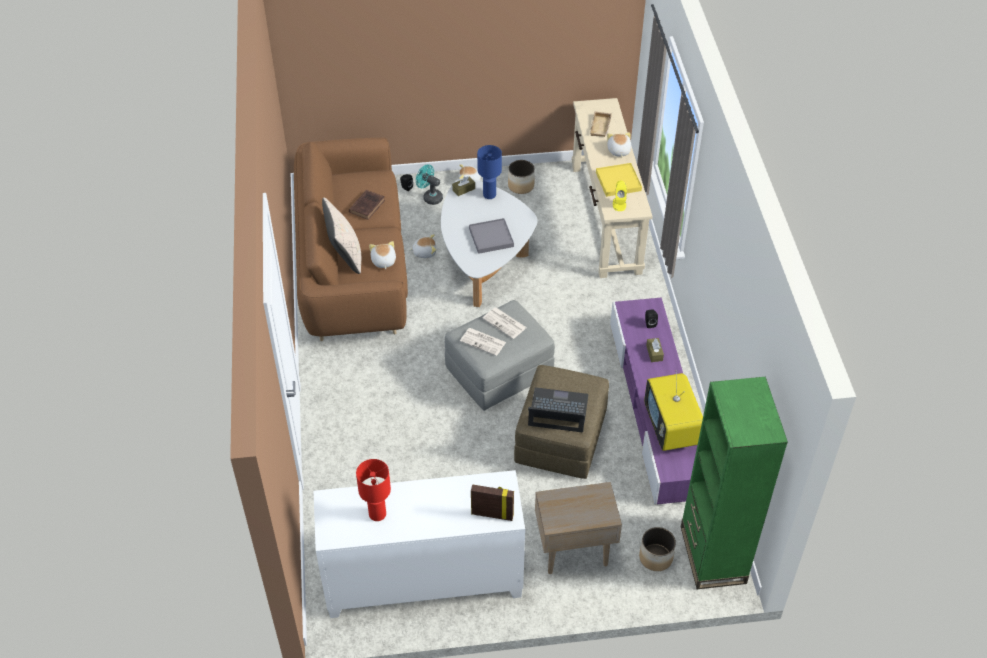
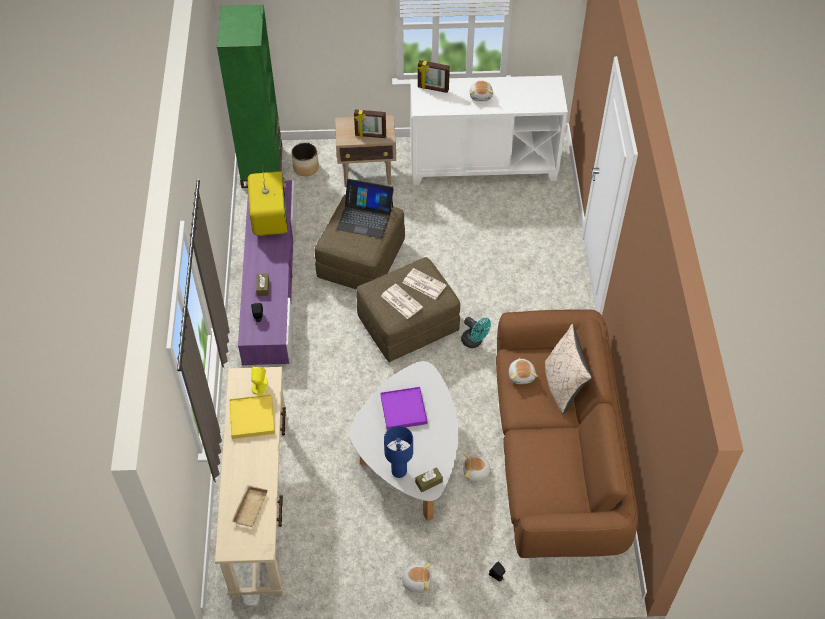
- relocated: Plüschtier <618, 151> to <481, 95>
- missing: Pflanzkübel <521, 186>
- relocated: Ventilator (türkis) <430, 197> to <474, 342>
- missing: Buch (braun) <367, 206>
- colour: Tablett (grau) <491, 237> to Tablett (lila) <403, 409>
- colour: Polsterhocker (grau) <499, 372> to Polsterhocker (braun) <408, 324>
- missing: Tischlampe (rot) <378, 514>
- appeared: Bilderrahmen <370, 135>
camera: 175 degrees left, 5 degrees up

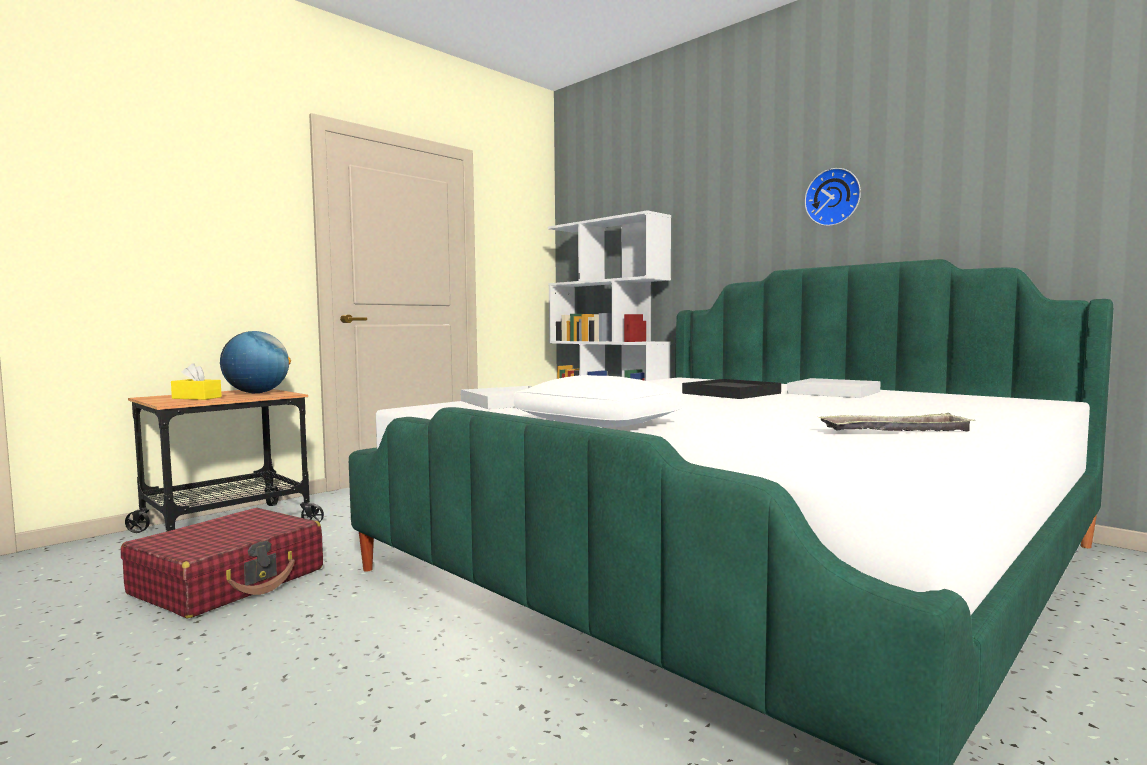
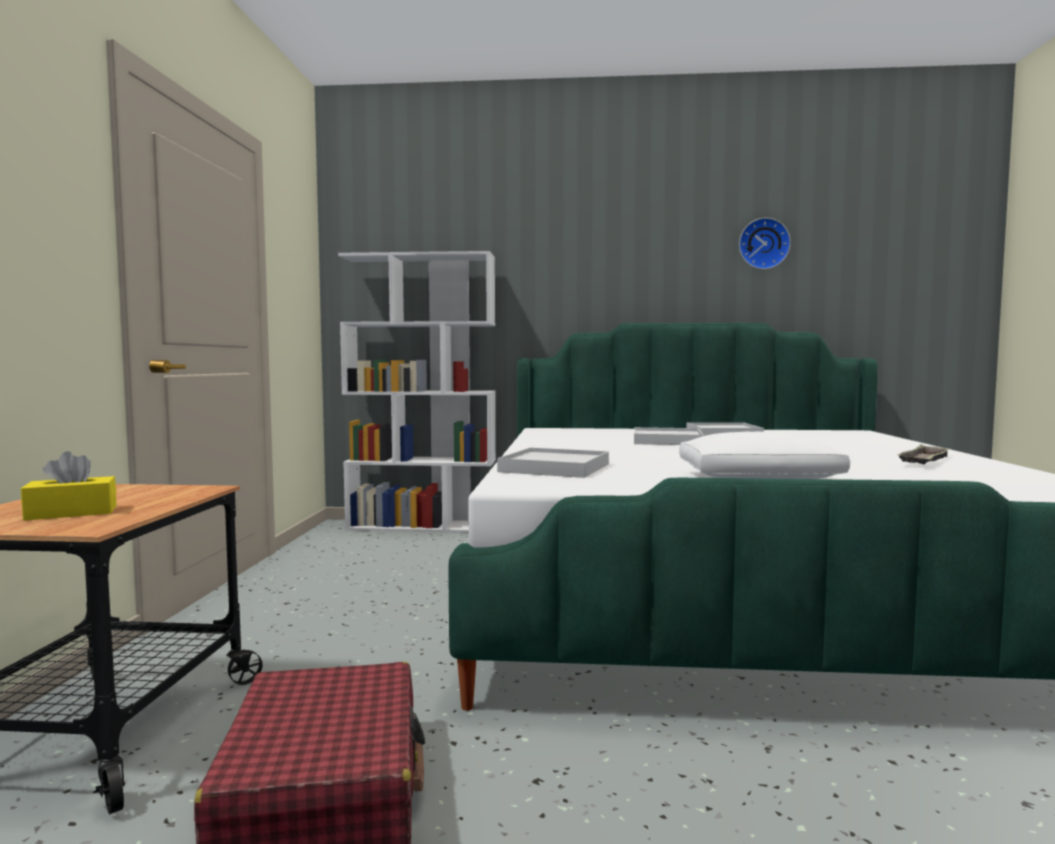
- relocated: Wanduhr <833, 197> to <763, 244>
- missing: Globus <257, 393>
- colour: Tablett (schwarz) <731, 393> to Tablett (weiß) <667, 441>
camera: 40 degrees left, 0 degrees up

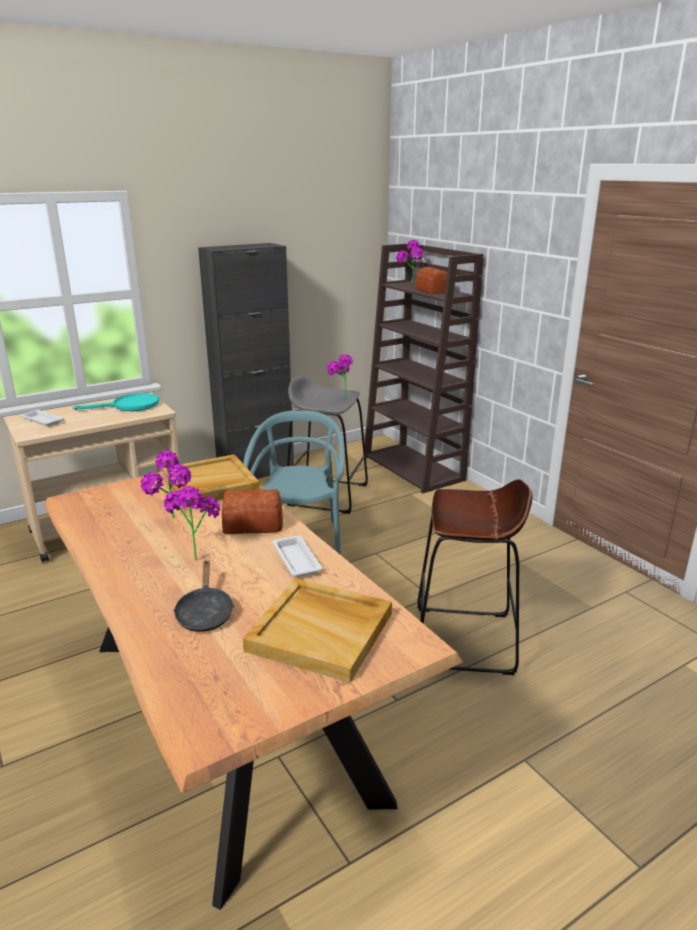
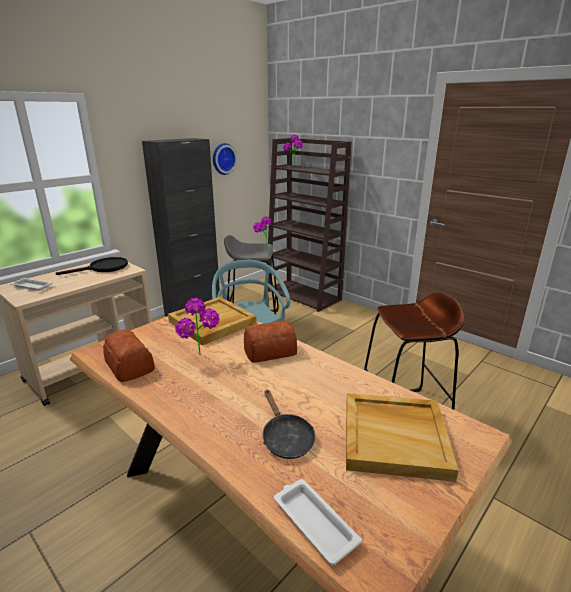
- relocated: Brot <432, 291> to <129, 366>
- colour: Pfanne (türkis) <129, 406> to Pfanne (schwarz) <103, 268>
- missing: Topfpflanze <195, 555>
- relocated: Tablett (weiß) <296, 559> to <313, 522>
- appeared: Wanduhr <223, 159>
camera: 15 degrees left, 0 degrees up

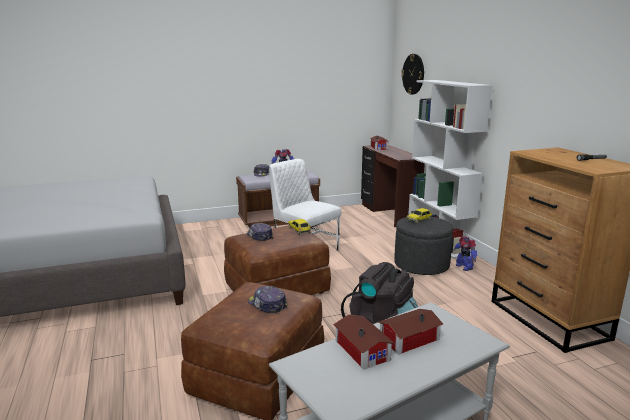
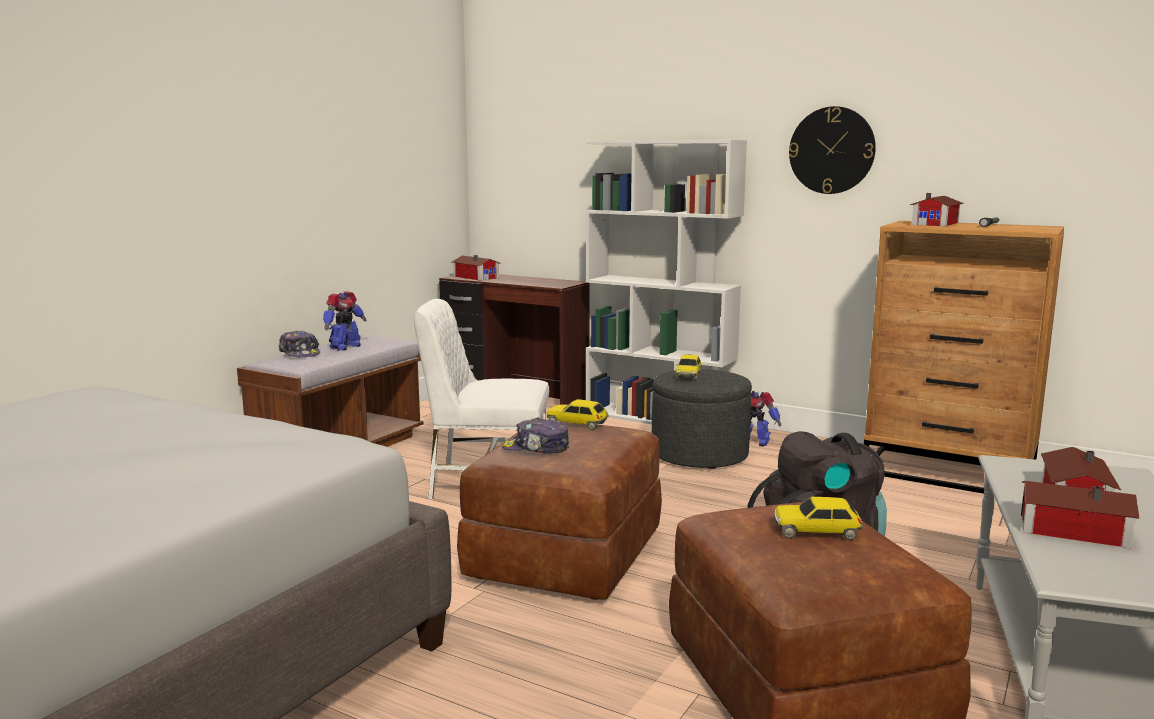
- relocated: Wanduhr <413, 74> to <831, 150>
- exchanged: Kappe <267, 305> to Spielzeugauto <817, 532>
- appeared: Spielzeughaus <937, 223>
camera: 40 degrees left, 5 degrees down

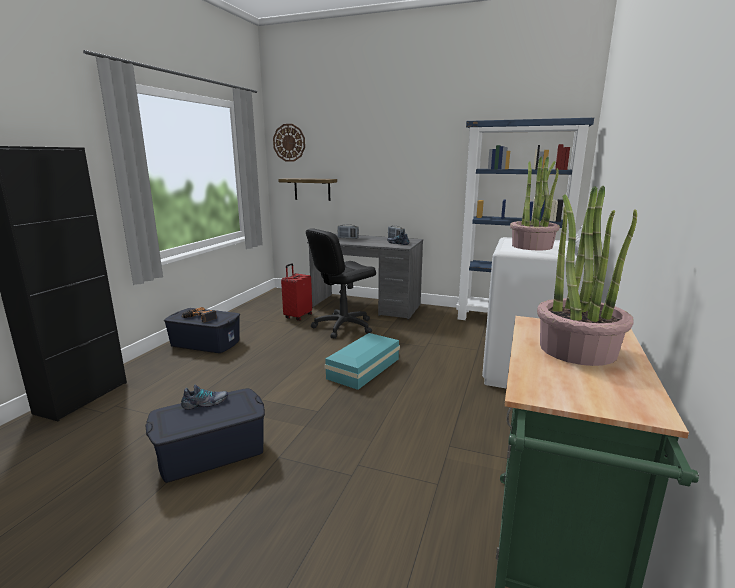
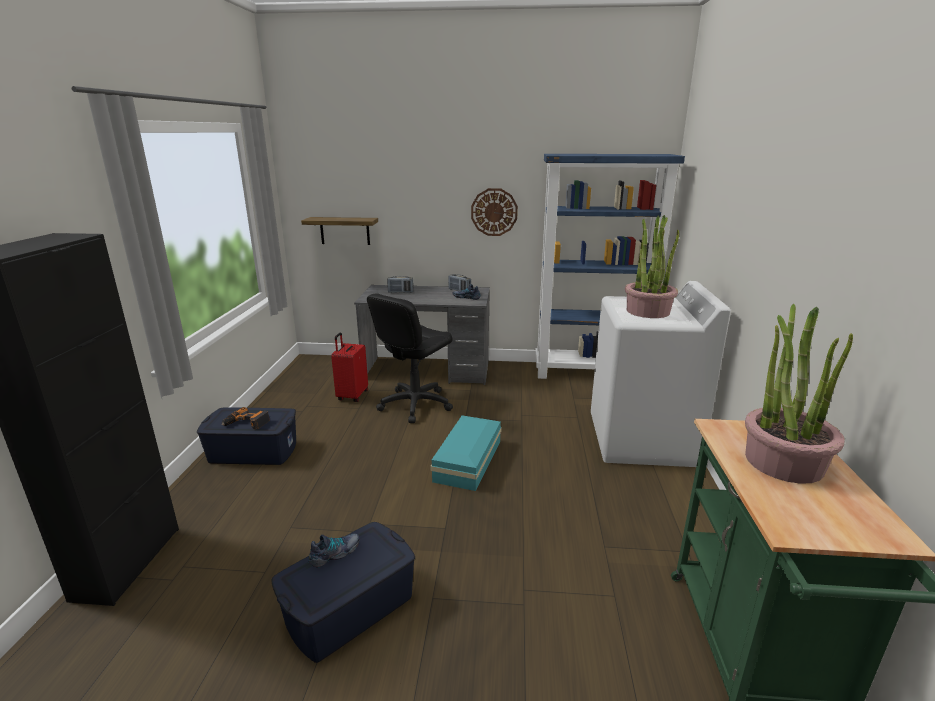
- relocated: Wanduhr <289, 142> to <494, 212>
camera: 15 degrees left, 5 degrees up

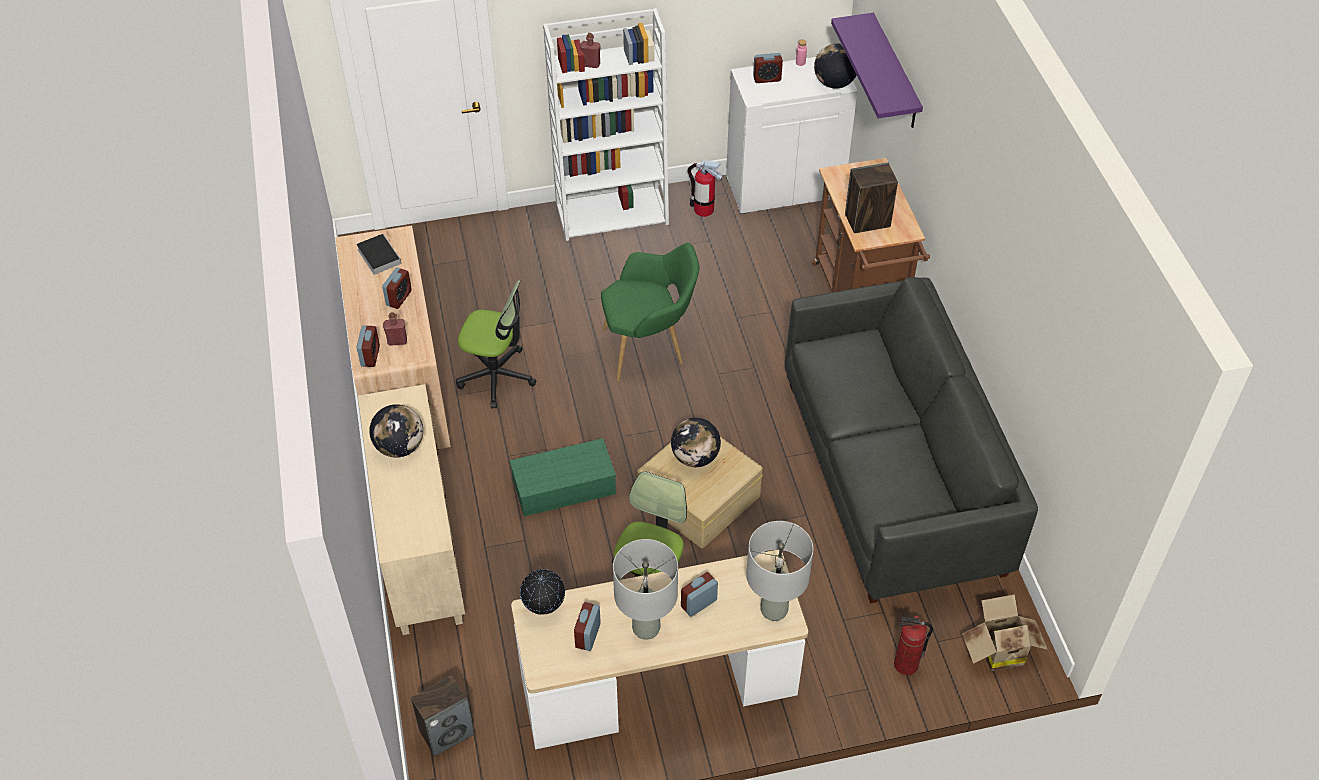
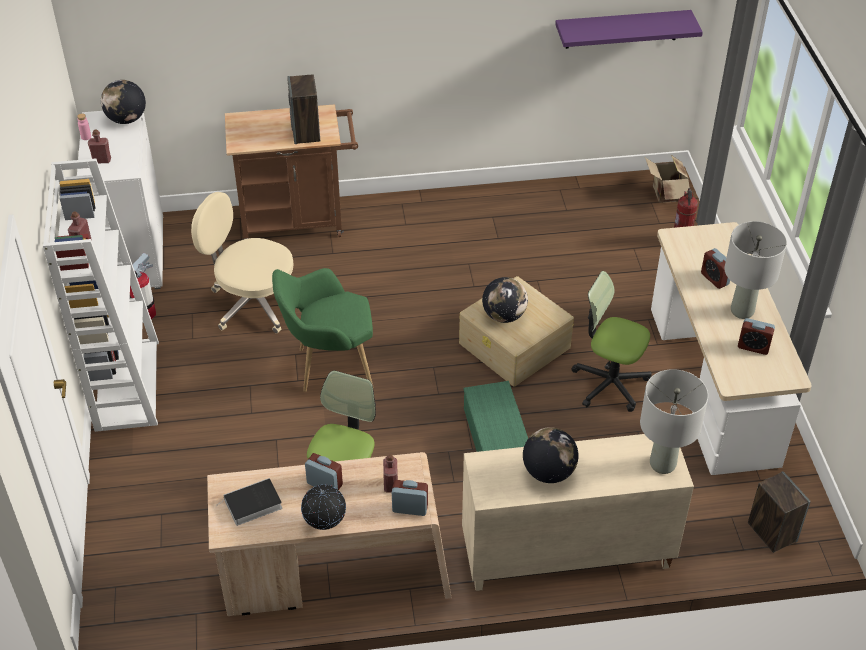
- relocated: Wandregal (lila) <895, 73> to <622, 29>
- exchanged: Wecker <767, 78> to Flasche (rot) <102, 160>
- spun: Sessel (grün) <649, 348> = <329, 367> 90 degrees counterclockwise
- missing: Sofa (grau) <893, 476>
- relocated: Tischlampe (grau) <774, 610> to <662, 464>
- relocated: Globus <544, 607> to <325, 524>
- appeared: Bürostuhl (beige) <253, 303>
camera: 85 degrees left, 5 degrees down

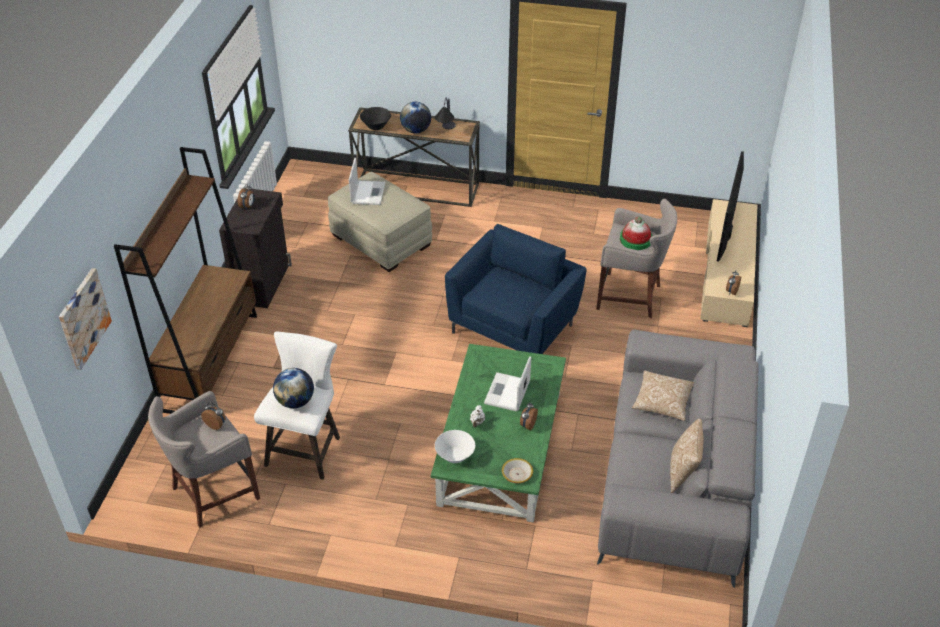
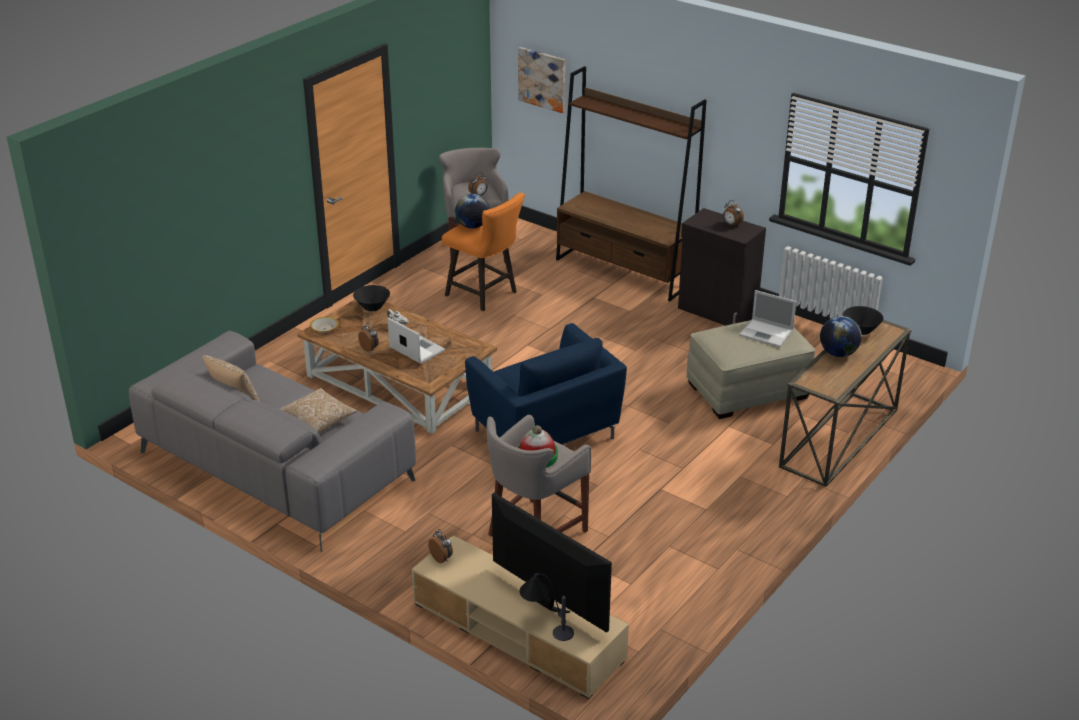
- relocated: Tischlampe <446, 133> to <544, 624>
- colour: Hocker (weiß) <306, 447> to Hocker (orange) <485, 295>
- colour: Couchtisch (grün) <501, 449> to Couchtisch (braun) <397, 383>
- colour: Schüssel (weiß) <455, 456> to Schüssel (schwarz) <372, 307>
camera: 115 degrees right, 10 degrees down

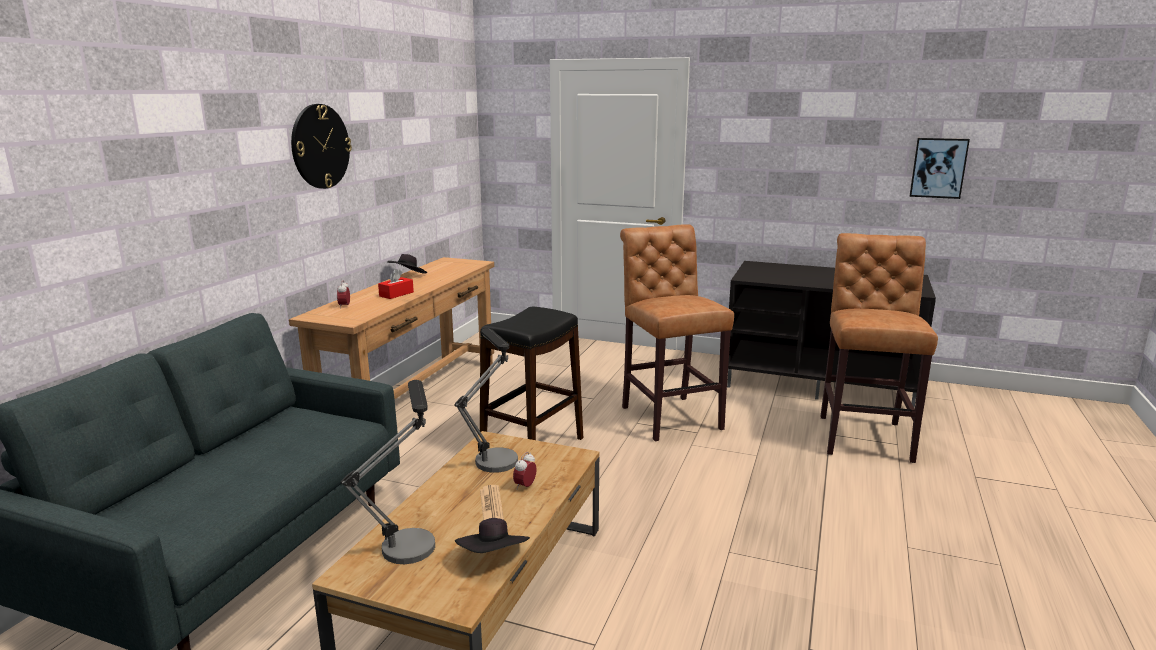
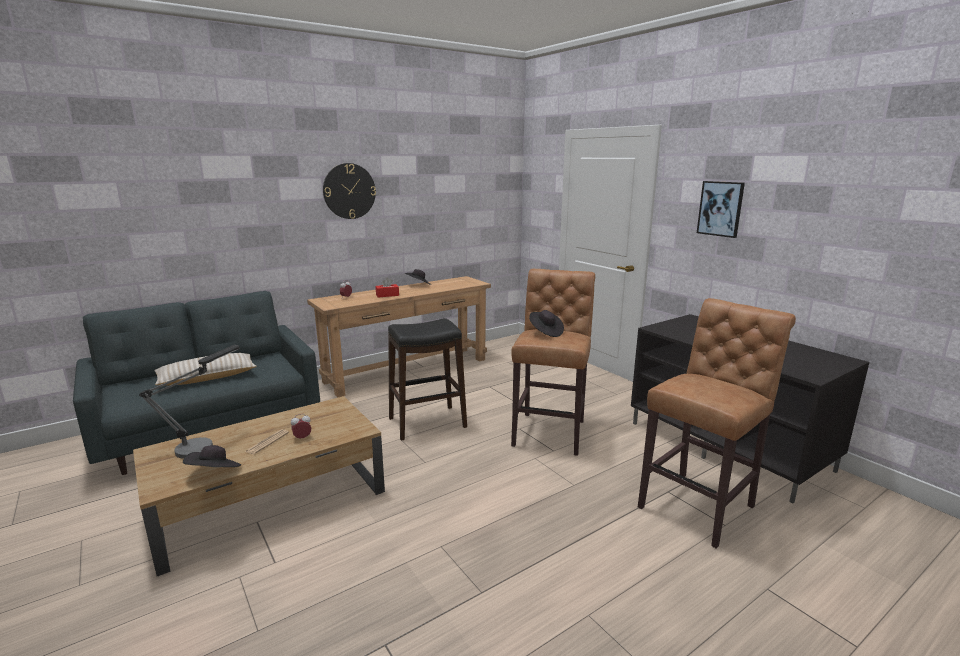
- relocated: Bild <938, 168> to <720, 208>
- missing: Tischlampe <494, 455>
- appeared: Hut (schwarz) <545, 332>
- appeared: Kissen (beige) <207, 378>
camera: 35 degrees right, 0 degrees up

